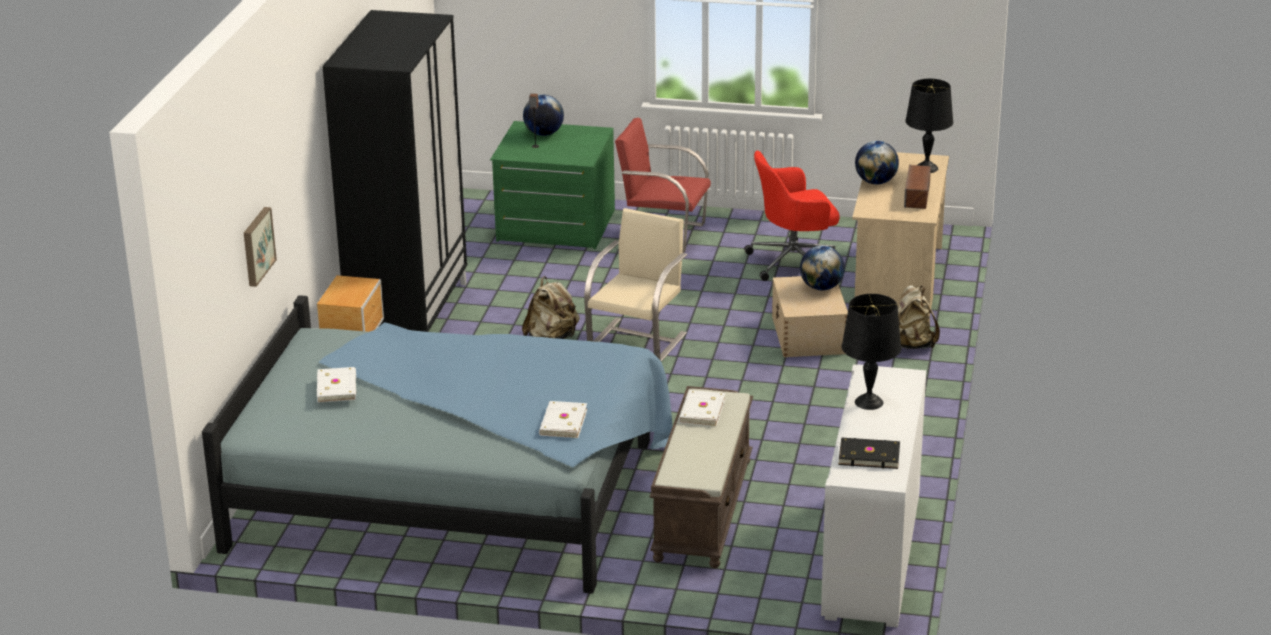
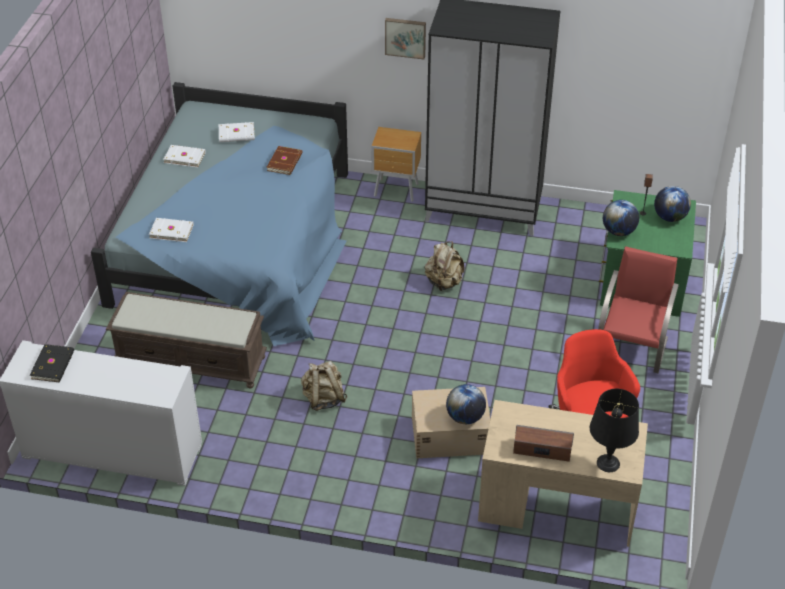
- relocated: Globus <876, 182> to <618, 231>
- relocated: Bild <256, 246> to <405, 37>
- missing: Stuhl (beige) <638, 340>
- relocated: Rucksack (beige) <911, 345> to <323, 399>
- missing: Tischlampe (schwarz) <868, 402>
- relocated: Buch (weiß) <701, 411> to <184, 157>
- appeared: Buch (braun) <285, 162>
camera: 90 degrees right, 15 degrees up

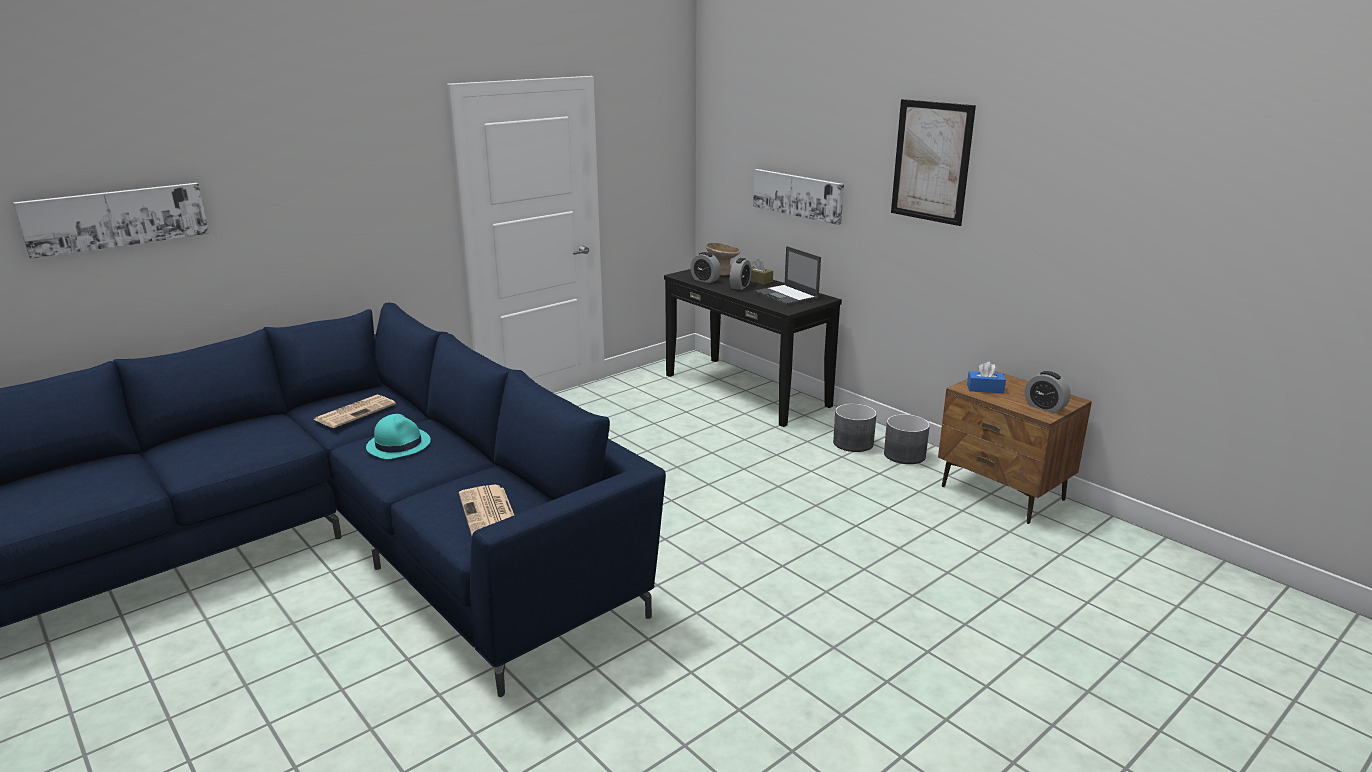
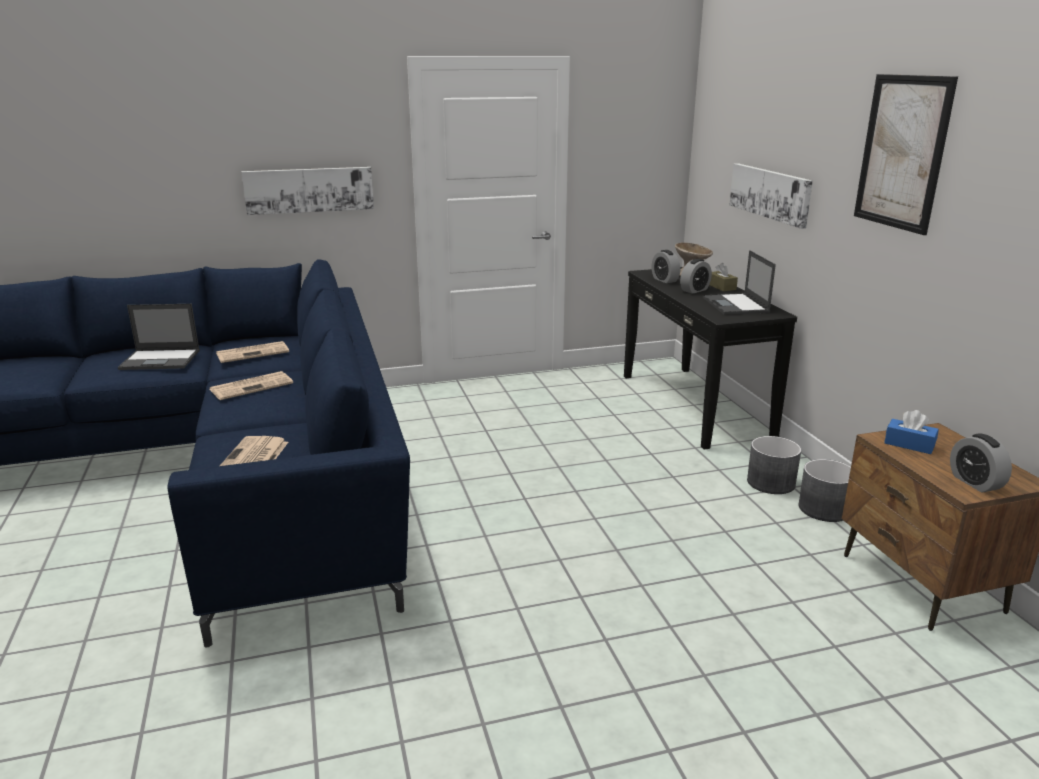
- relocated: Bild <116, 218> to <309, 190>
- exchanged: Hut (türkis) <399, 444> to Zeitung <252, 386>
- appeared: Laptop <161, 360>
camera: 25 degrees right, 0 degrees up

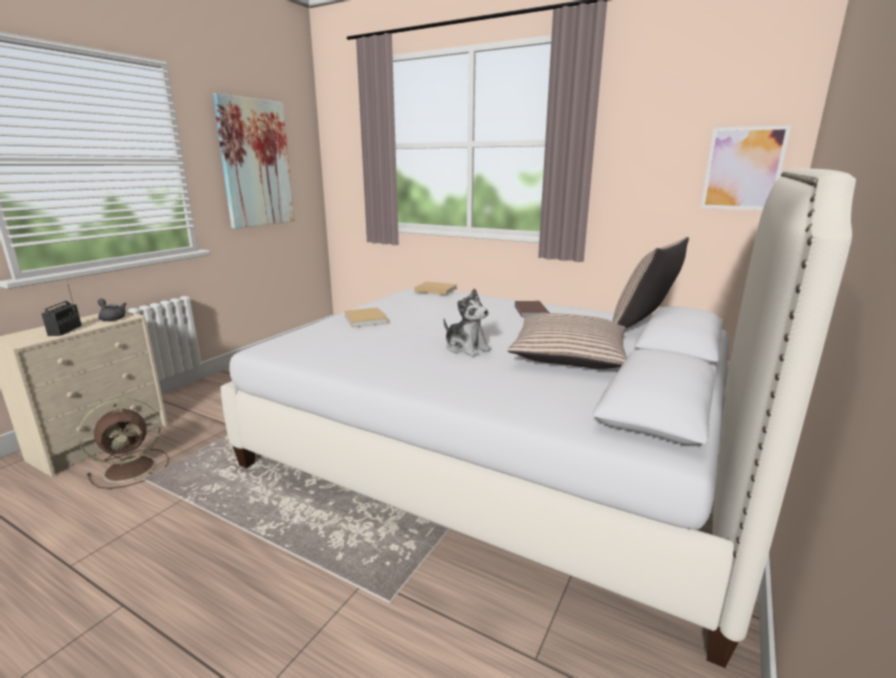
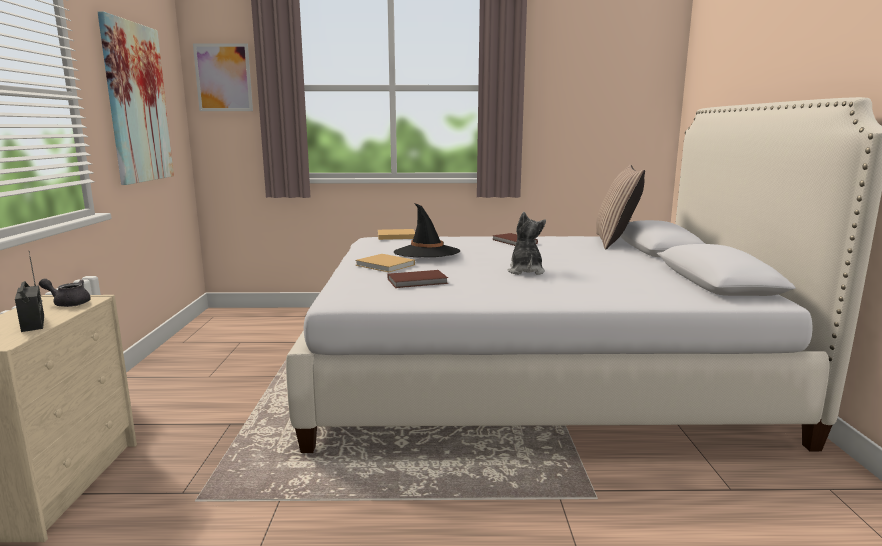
- relocated: Bild <743, 169> to <223, 77>
- spun: Plüschtier <466, 348> = <525, 271> 105 degrees counterclockwise
- missing: Kissen <569, 355>
- missing: Ventilator (braun) <132, 468>
- appeared: Hut (schwarz) <426, 252>
- appeared: Buch (braun) <418, 281>
camera: 30 degrees left, 5 degrees down

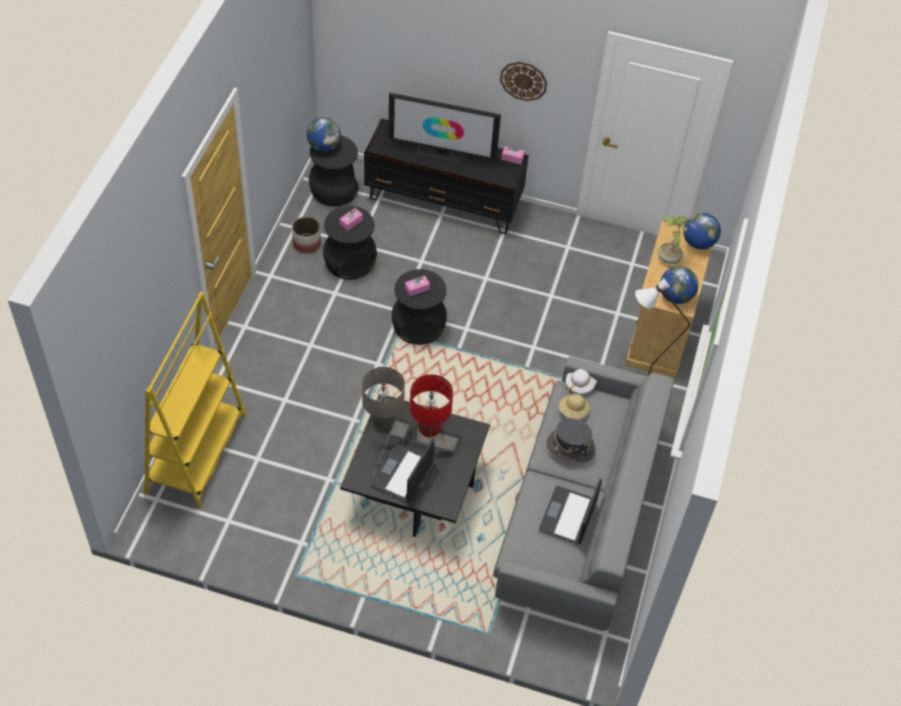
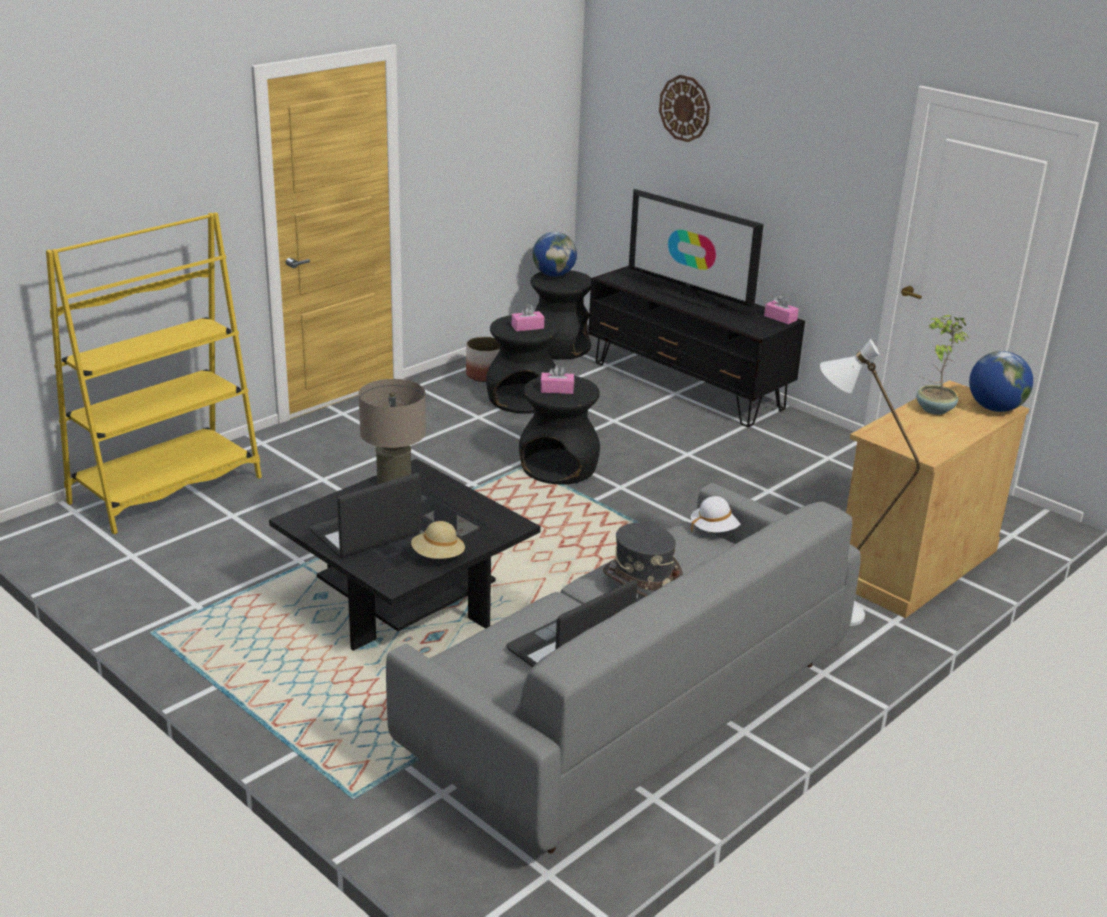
- relocated: Wanduhr <523, 80> to <685, 108>
- missing: Globus <675, 297>
- missing: Tischlampe (rot) <429, 428>
- relocated: Hut (beige) <573, 411> to <438, 556>
camera: 30 degrees right, 25 degrees down

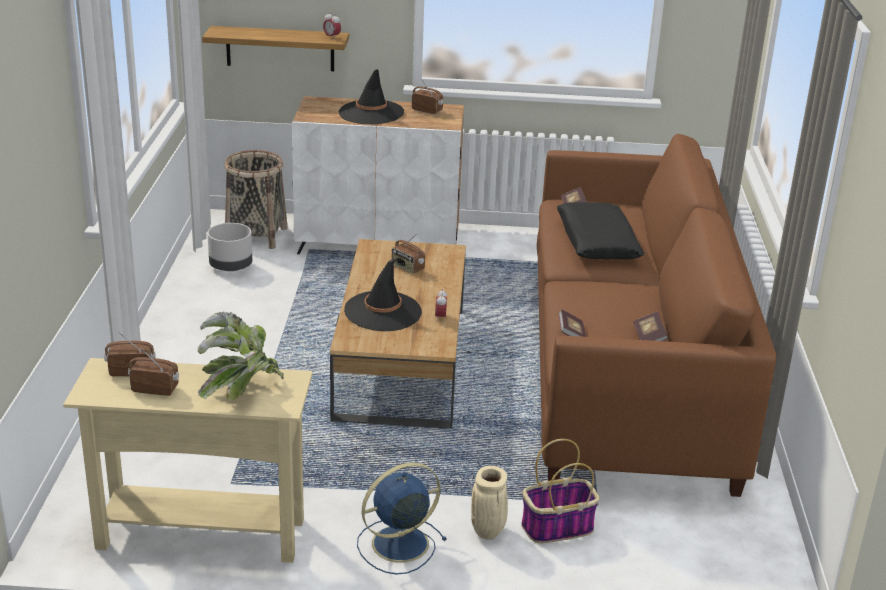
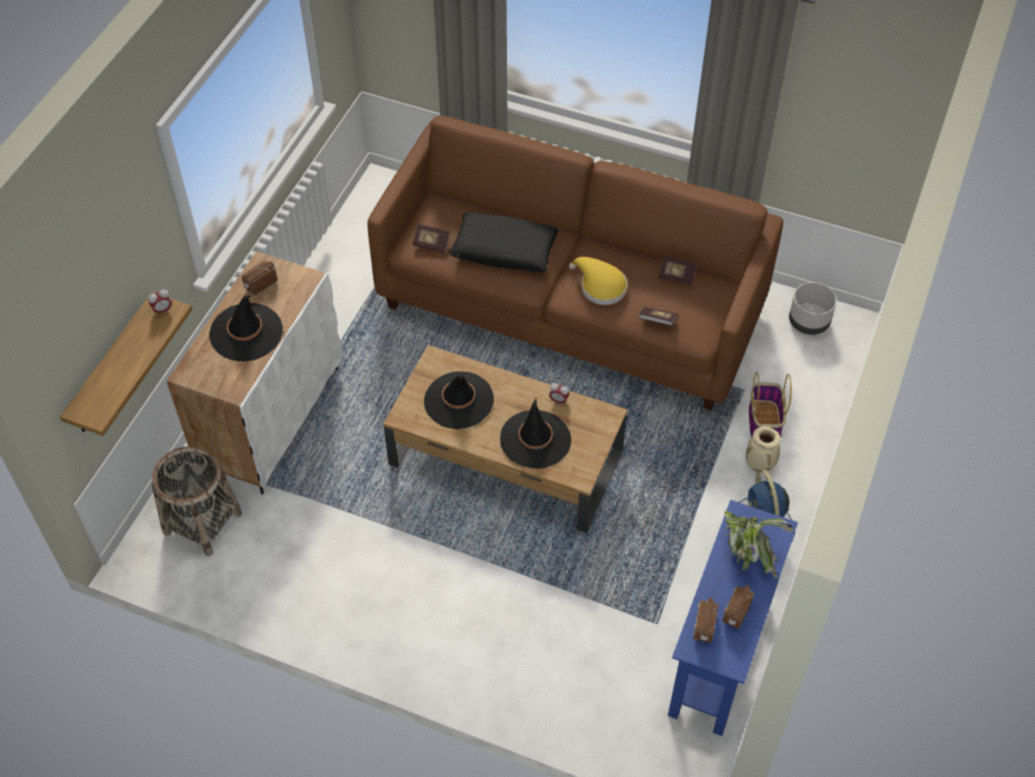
- relocated: Pflanzkübel (grau) <231, 267> to <809, 322>
- exchanged: Radio <407, 268> to Hut (schwarz) <458, 401>
- colour: Konsolentisch (beige) <201, 534> to Konsolentisch (blau) <719, 656>
- appeared: Hut (gelb) <600, 286>
camera: 70 degrees left, 25 degrees up

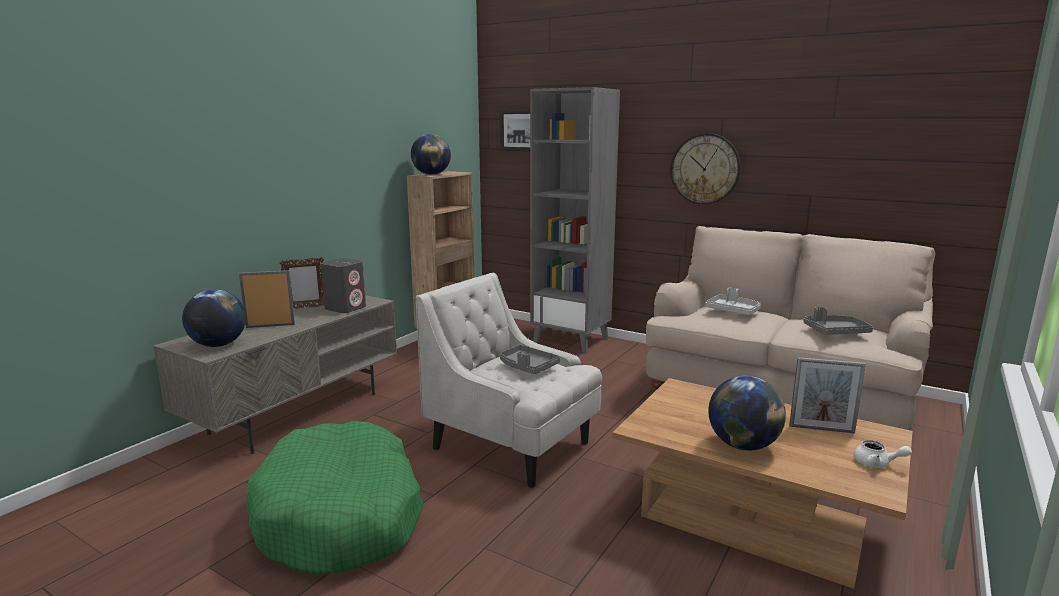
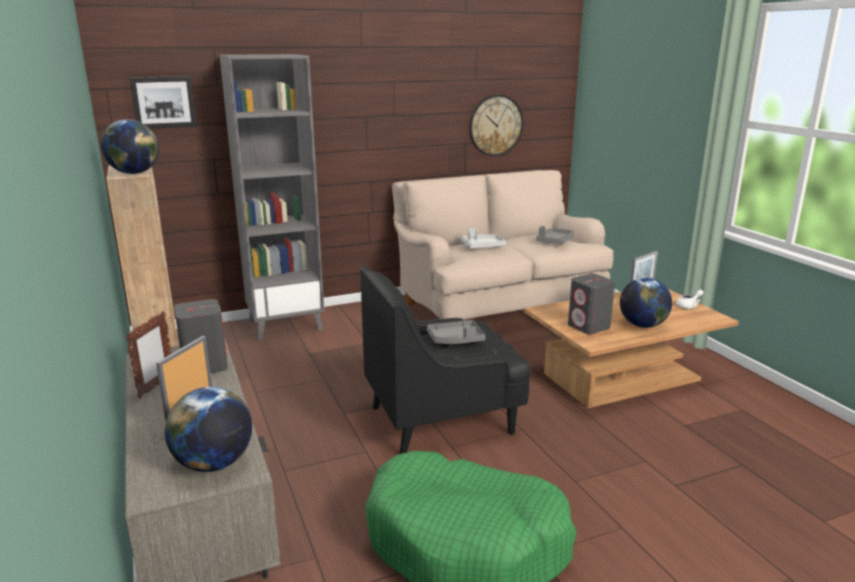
- relocated: Wanduhr <705, 169> to <495, 125>
- colour: Sessel (weiß) <512, 446> to Sessel (schwarz) <442, 420>
- appeared: Lautsprecher (grau) <589, 327>
camera: 55 degrees left, 5 degrees up

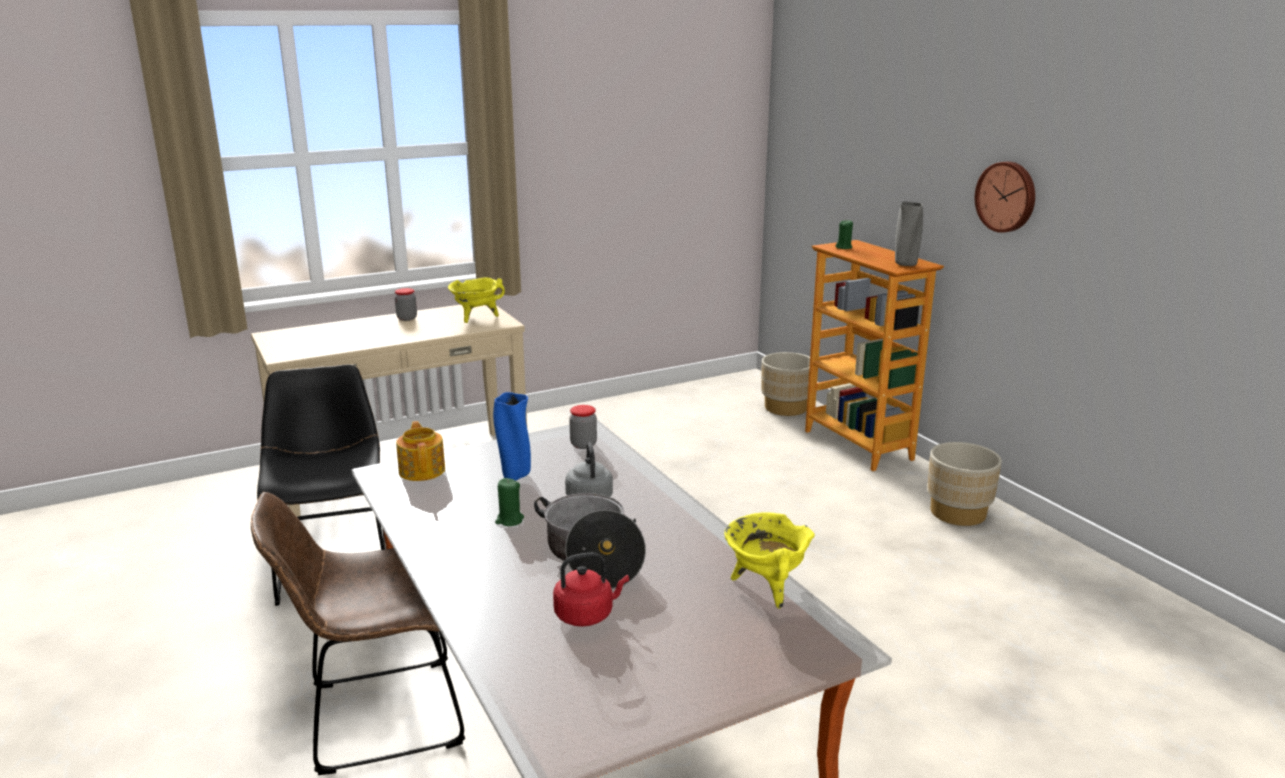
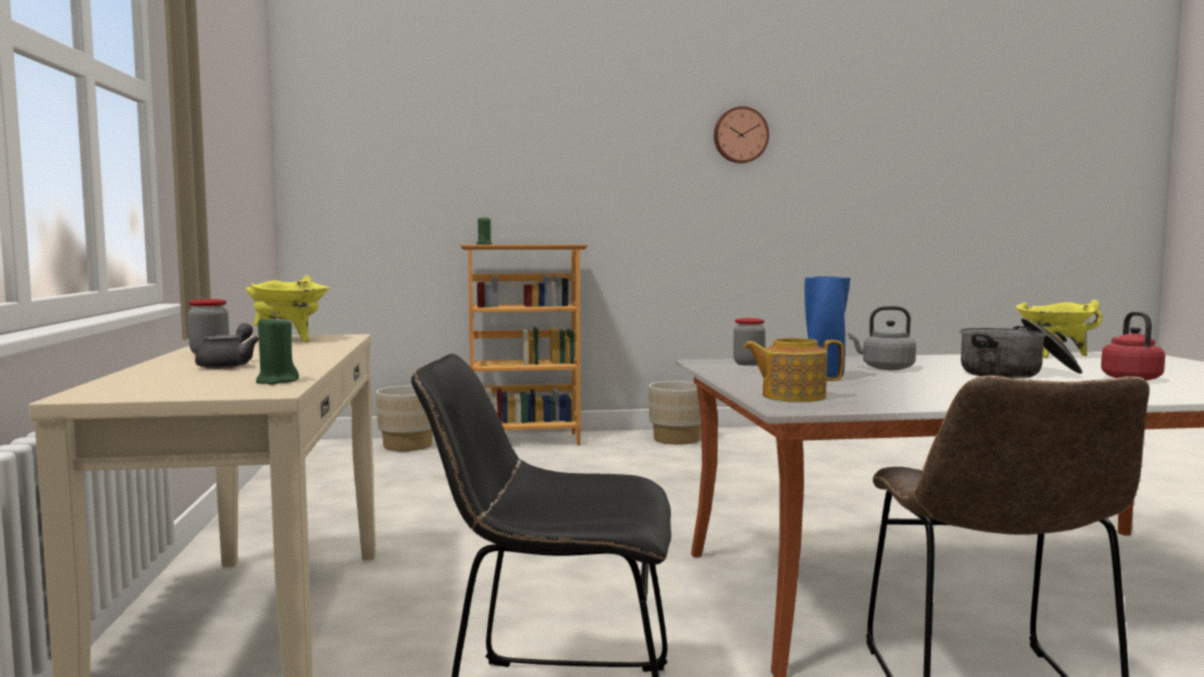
- relocated: Wanduhr <1007, 196> to <740, 135>
- missing: Vase (grau) <905, 264>
- relocated: Kerze (grün) <509, 520> to <276, 381>
- appeared: Teekanne (grau) <229, 365>
camera: 70 degrees left, 15 degrees down

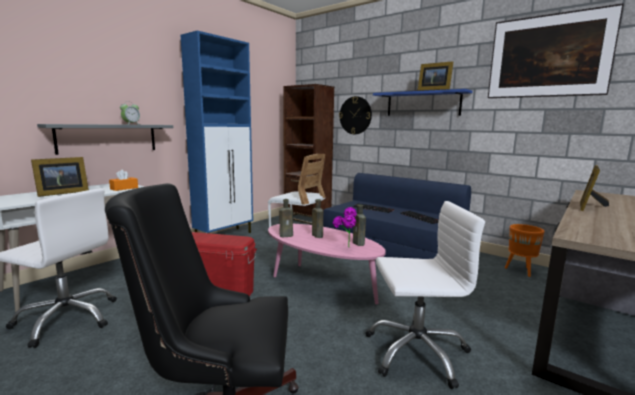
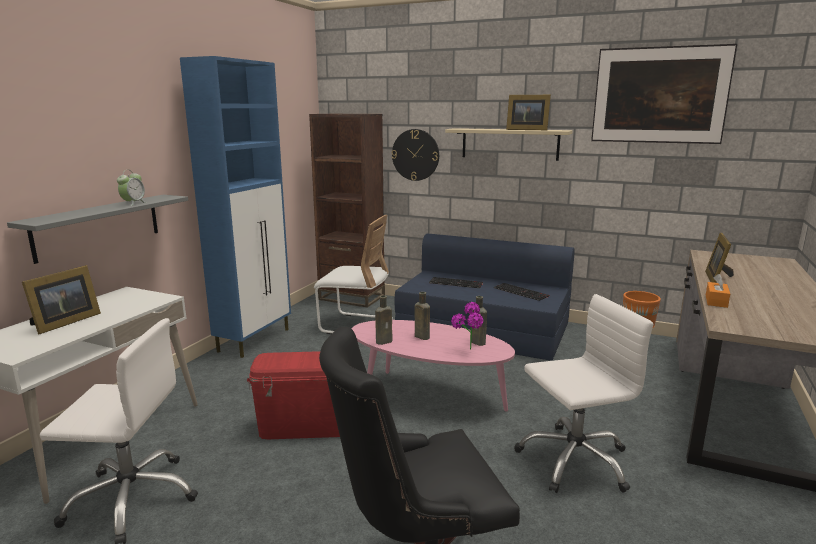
- colour: Wandregal (blau) <422, 104> to Wandregal (beige) <509, 144>
- relocated: Taschentuchbox (orange) <124, 188> to <716, 301>
camera: 15 degrees left, 5 degrees up

